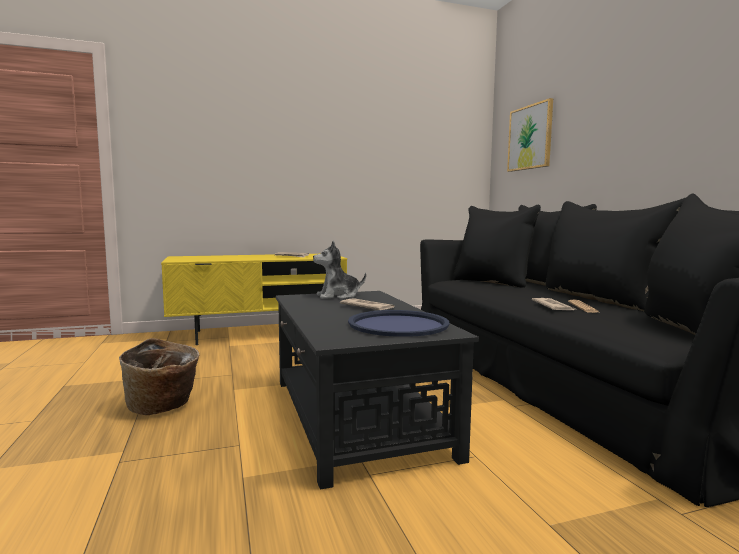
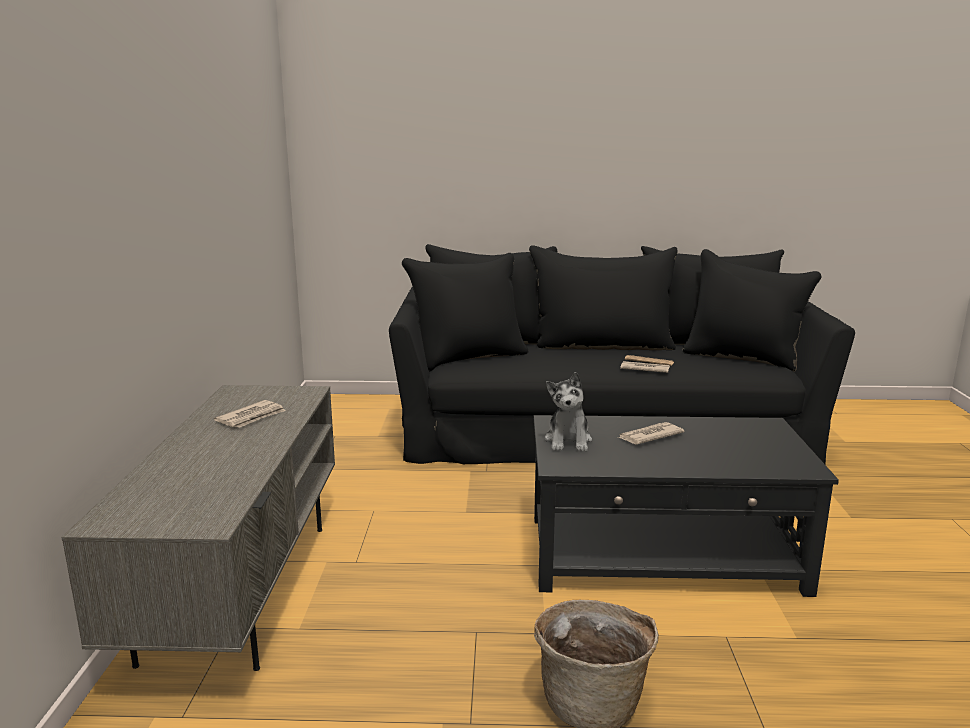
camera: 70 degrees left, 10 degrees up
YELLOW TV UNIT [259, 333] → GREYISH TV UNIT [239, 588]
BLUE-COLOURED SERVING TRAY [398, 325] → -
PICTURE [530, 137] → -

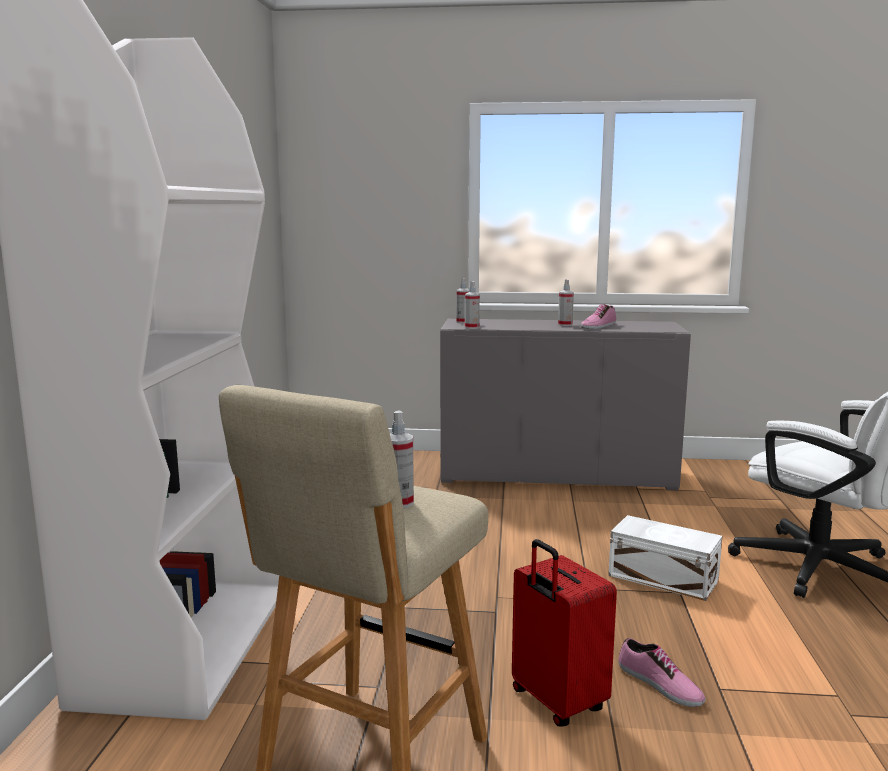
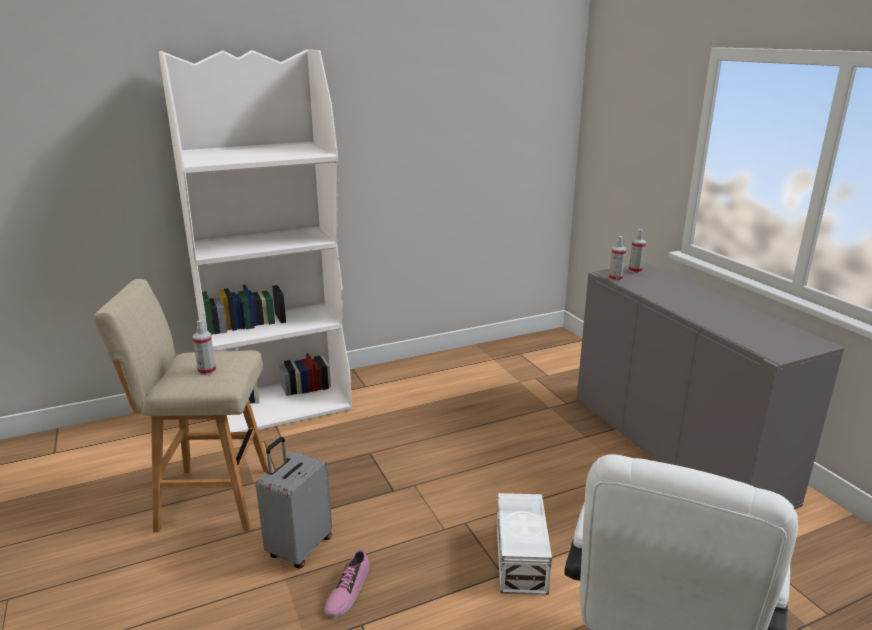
camera: 60 degrees right, 10 degrees up
RED-COLOURED PIECE OF LUGGAGE [556, 702] → GREYISH PIECE OF LUGGAGE [299, 547]
HAND SPRAYER [565, 325] → -
ITEM OF FOOTWEAR [598, 326] → -

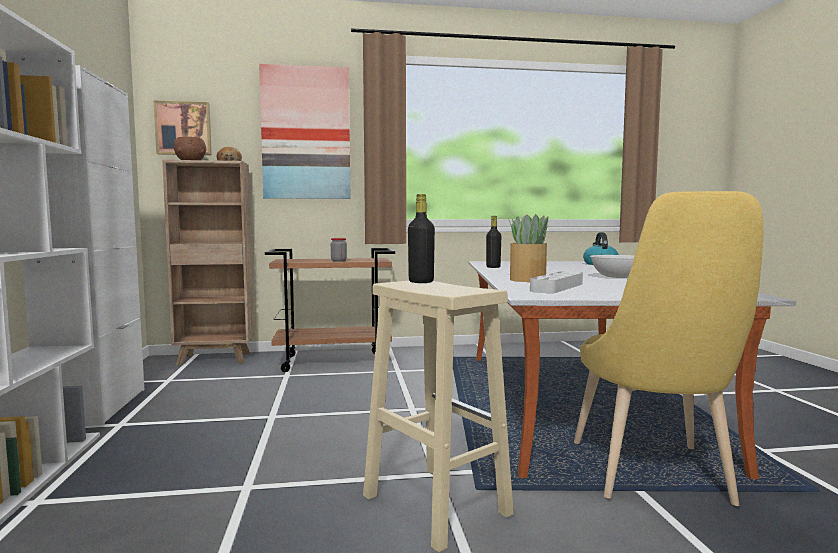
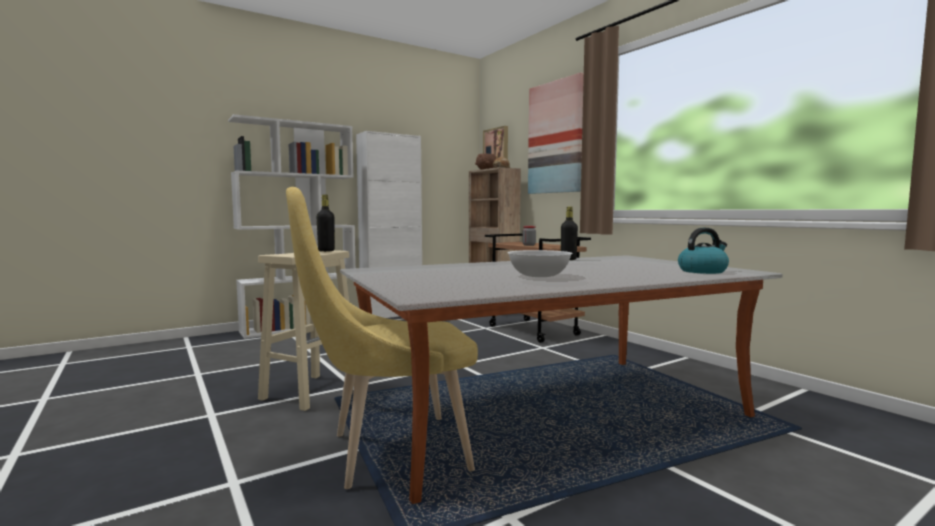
camera: 65 degrees right, 0 degrees up
PLANT IN A POT [528, 279] → -
GREYISH SERVING TRAY [557, 287] → -

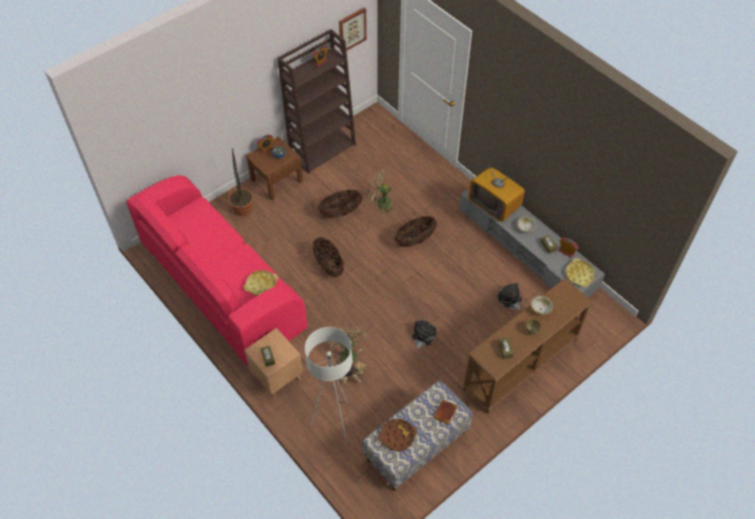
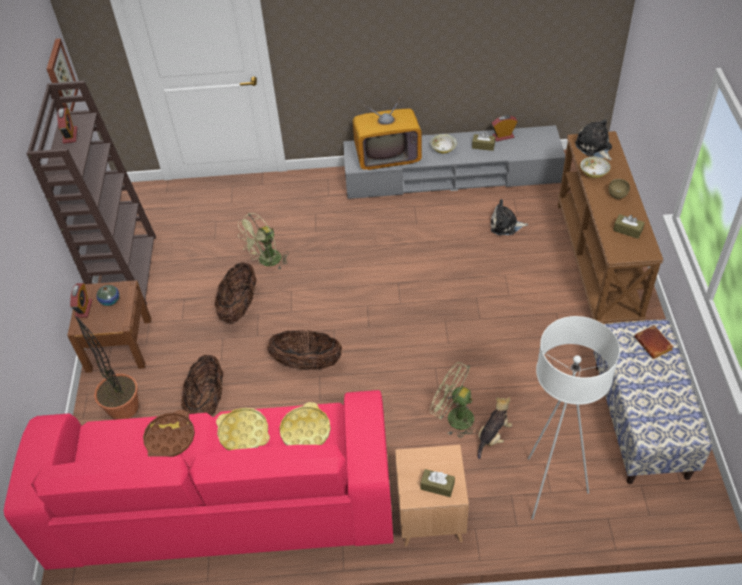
camera: 50 degrees left, 5 degrees down
BROWN-COLOURED SERVING TRAY [397, 436] → BROWN-COLOURED SERVING TRAY [170, 438], shifted
STORAGE BASKET [415, 240] → STORAGE BASKET [207, 403], shifted
YELLOW SERVING TRAY [579, 274] → YELLOW SERVING TRAY [243, 433], shifted
SOFT TOY [423, 336] → SOFT TOY [594, 147], shifted

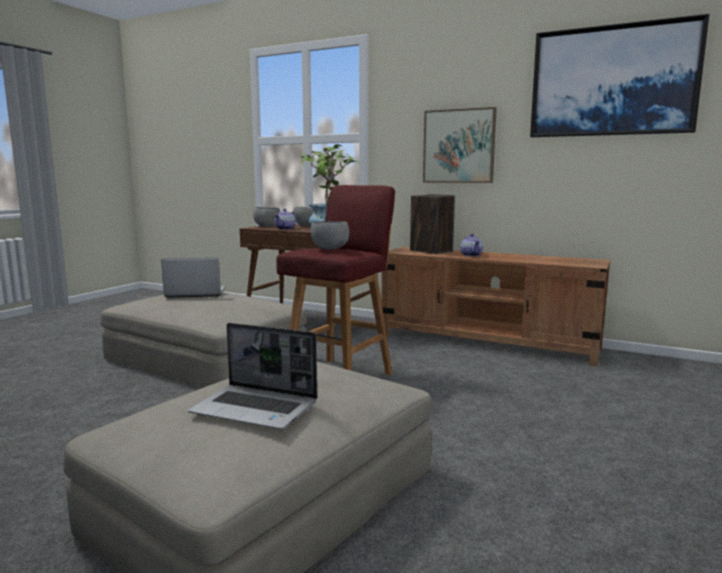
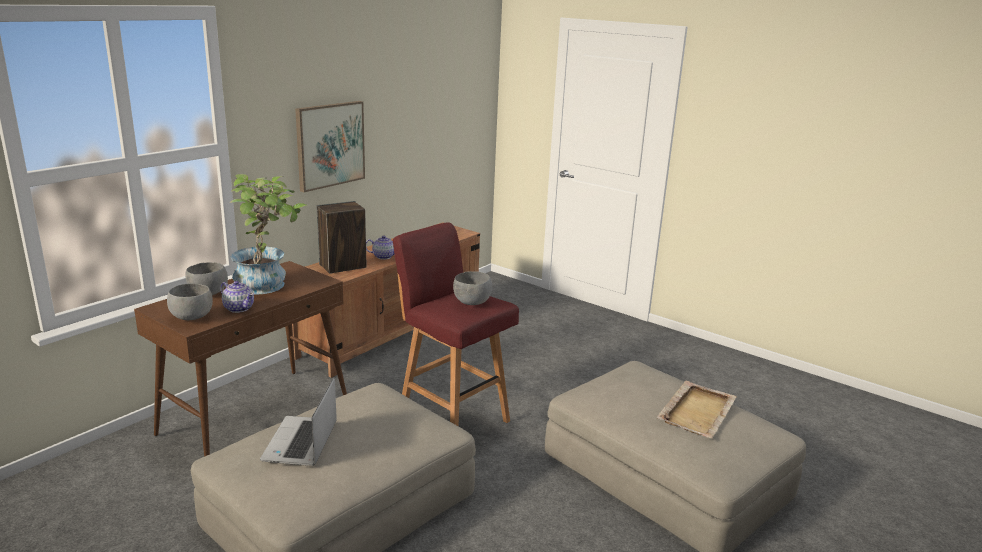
camera: 80 degrees left, 10 degrees up
PORTABLE COMPUTER [256, 409] → BEIGE-COLOURED SERVING TRAY [697, 411]
PICTURE [612, 81] → -

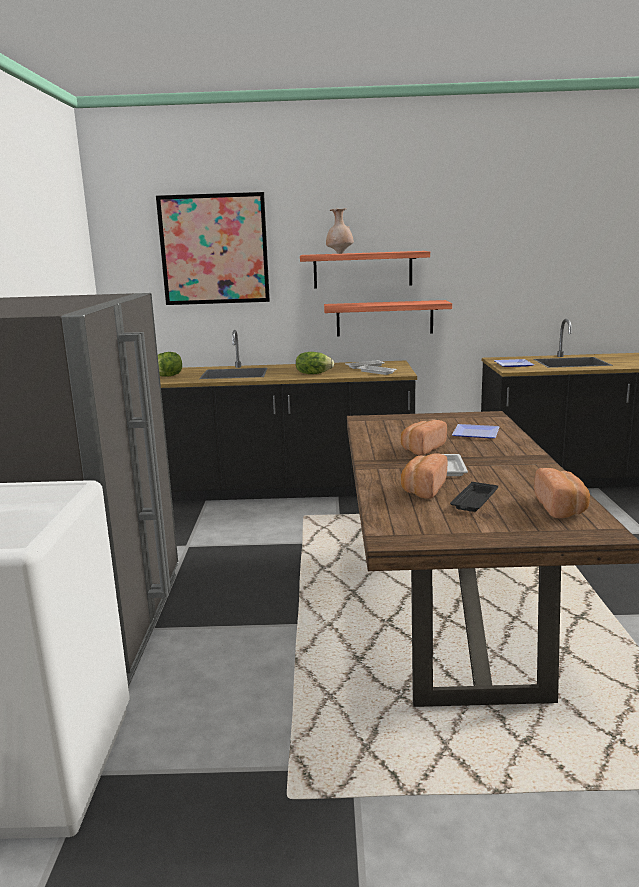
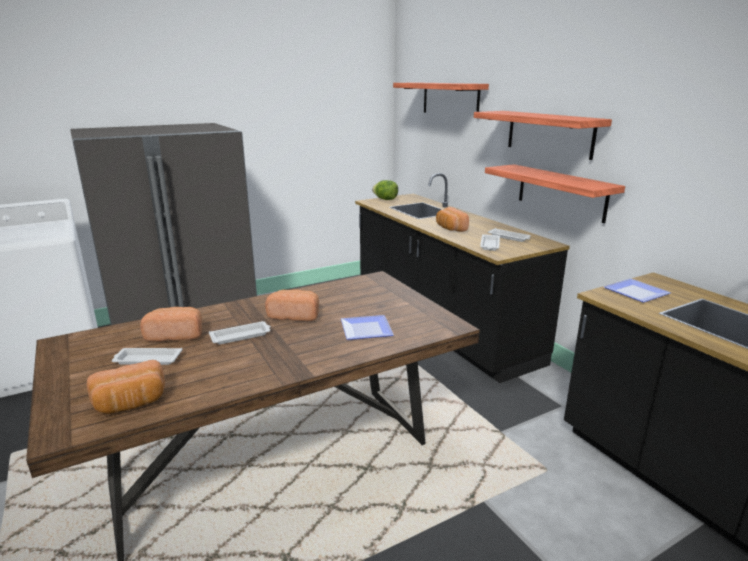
camera: 60 degrees right, 5 degrees up
BLACK SERVING TRAY [474, 501] → WHITISH SERVING TRAY [147, 360]
PICTURE [214, 249] → SHELF [450, 99]
HEAD OF LETTUCE [313, 374] → BREAD [450, 228]
BEIGE-COLOURED FLOWER VASE [339, 253] → -

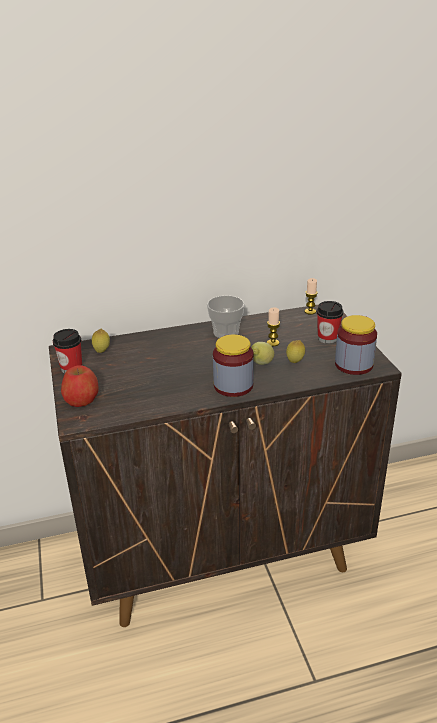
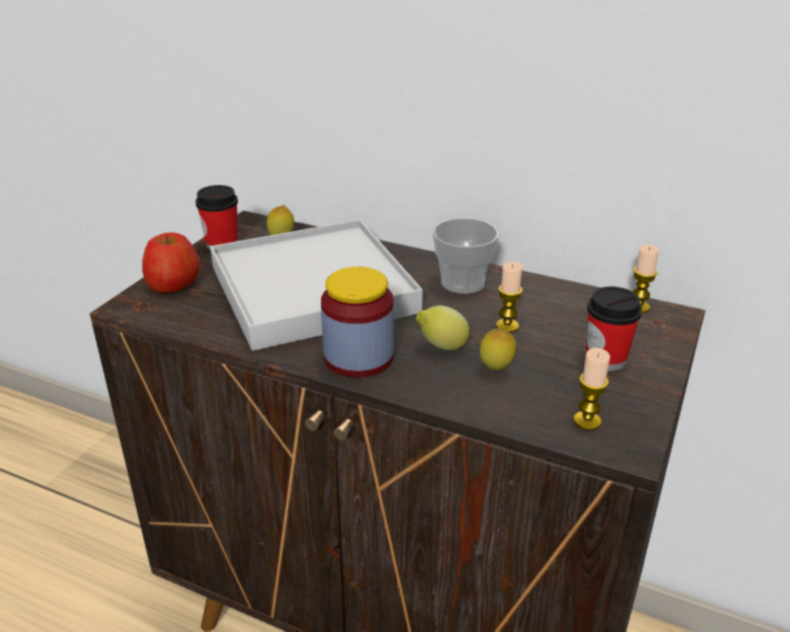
camera: 40 degrees right, 0 degrees up
- → WHITISH SERVING TRAY [313, 289]
PRESERVE JAR [353, 364] → CANDLE [587, 421]

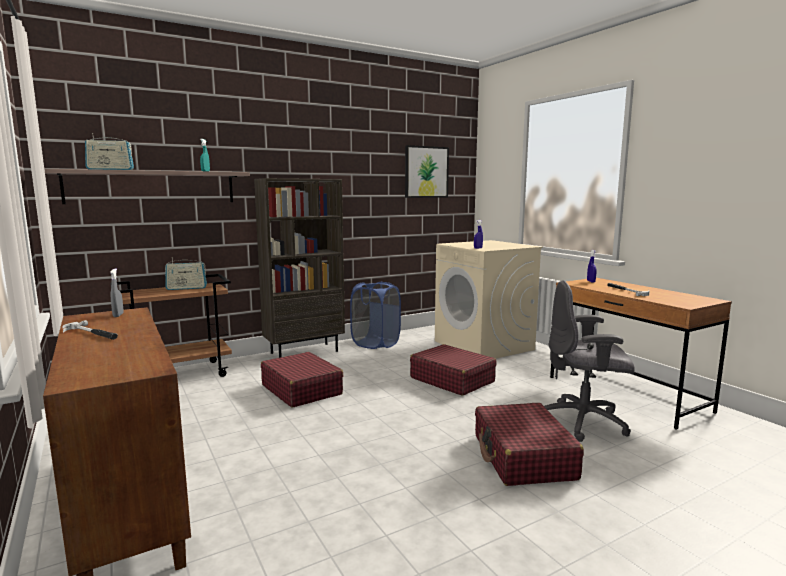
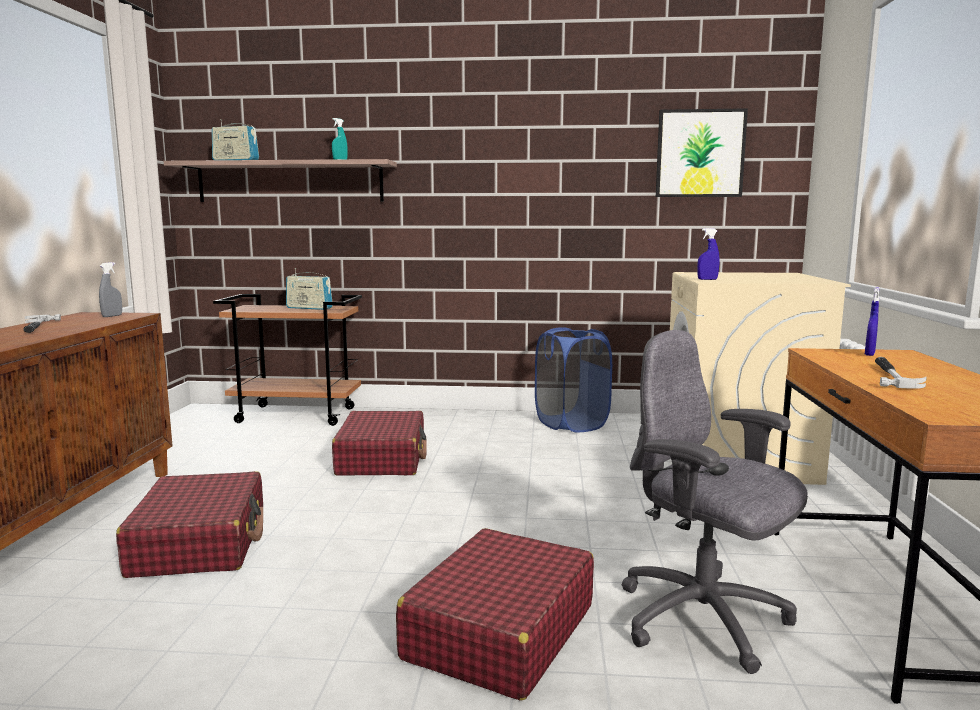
camera: 35 degrees right, 0 degrees up
RED-COLOURED PIECE OF LUGGAGE [452, 380] → RED-COLOURED PIECE OF LUGGAGE [200, 543], shifted
BROWN-COLOURED SHELVING UNIT [304, 352] → -

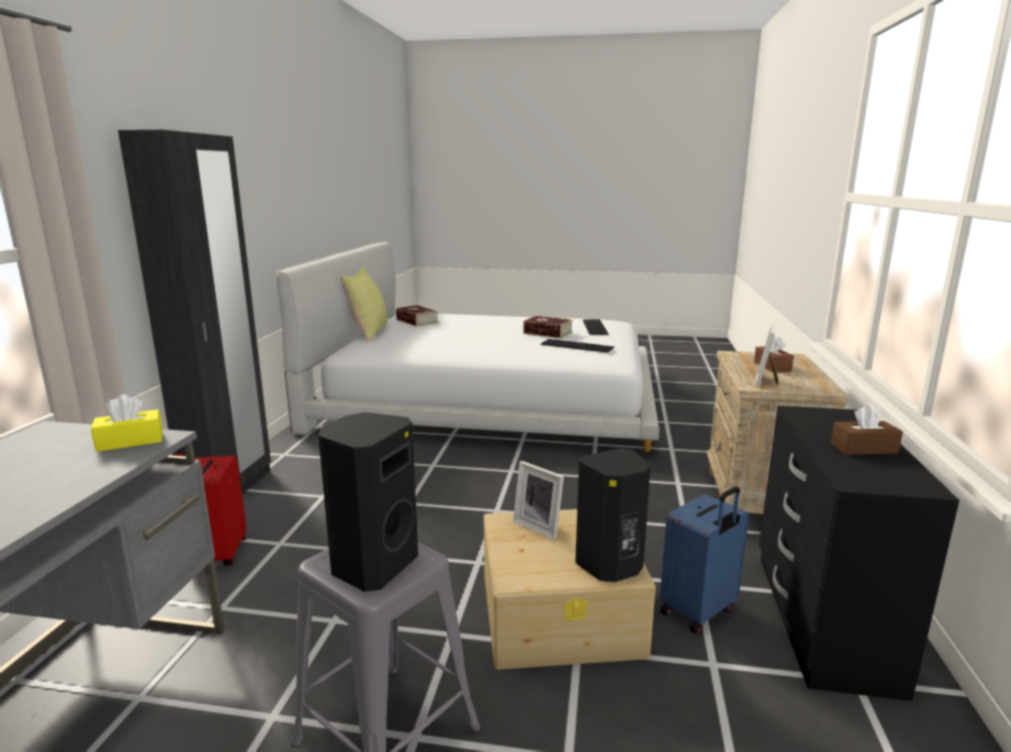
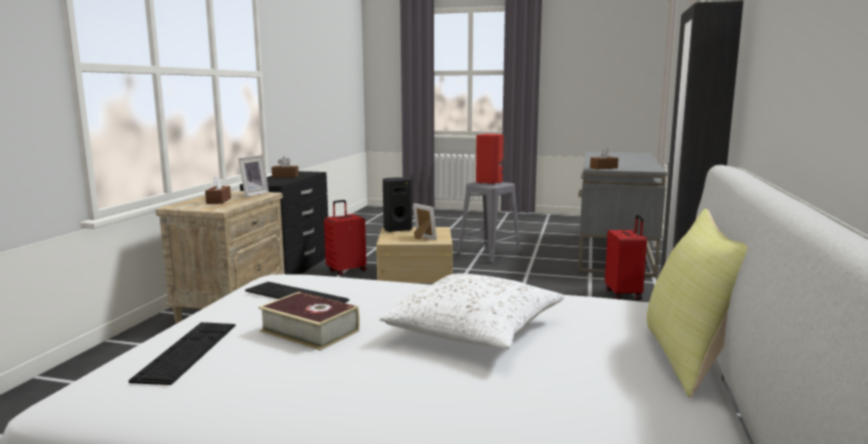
camera: 175 degrees left, 5 degrees down
BLUE-COLOURED PIECE OF LUGGAGE [699, 611] → RED-COLOURED PIECE OF LUGGAGE [346, 271]
- → WHITISH CUSHION [475, 331]
BLACK SPEAKER [372, 566] → RED-COLOURED SPEAKER [490, 182]
YELLOW BOX OF TISSUES [130, 441] → BROWN-COLOURED BOX OF TISSUES [603, 168]
BOOK [417, 321] → -

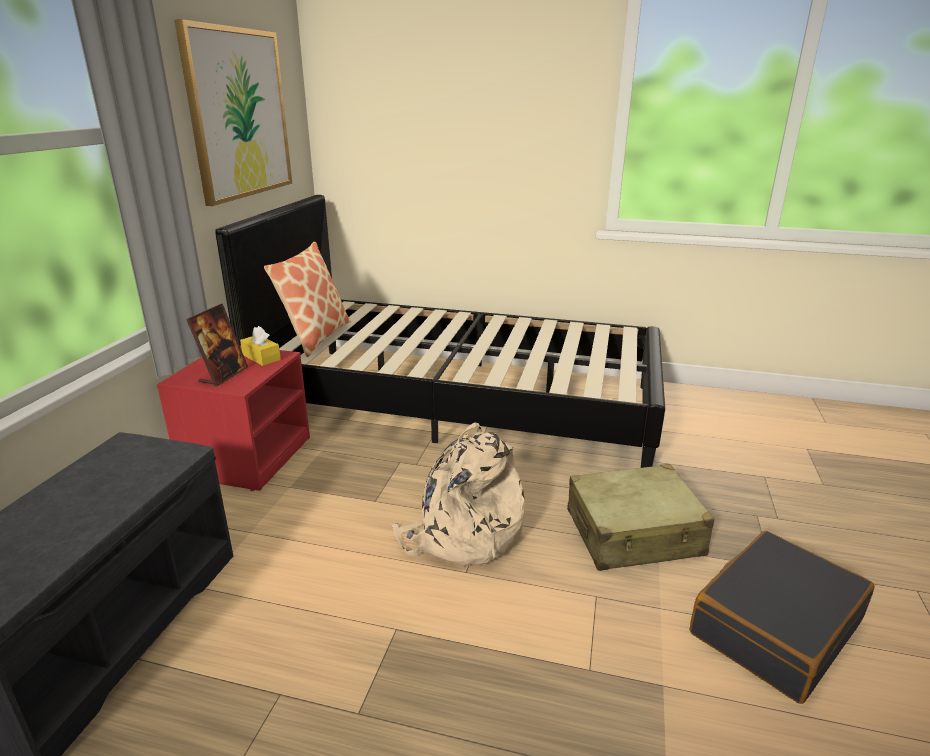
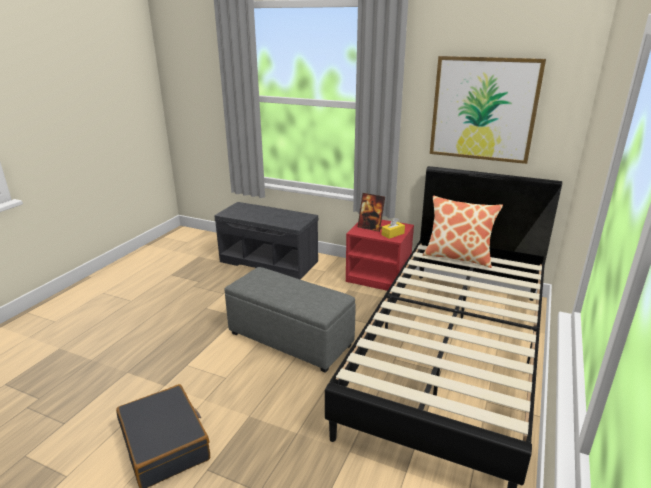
camera: 100 degrees right, 0 degrees up
BEIGE-COLOURED RUCKSACK [462, 534] → GREYISH OTTOMAN [291, 339]
BEIGE-COLOURED PIECE OF LUGGAGE [634, 533] → -

